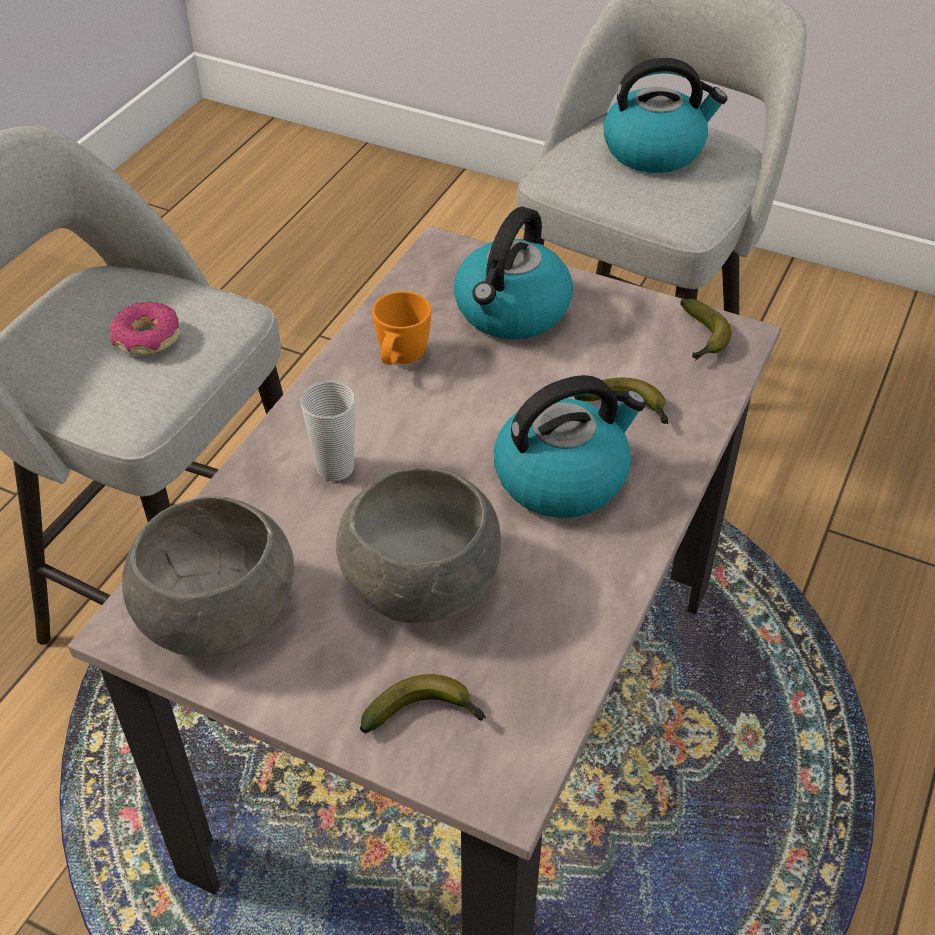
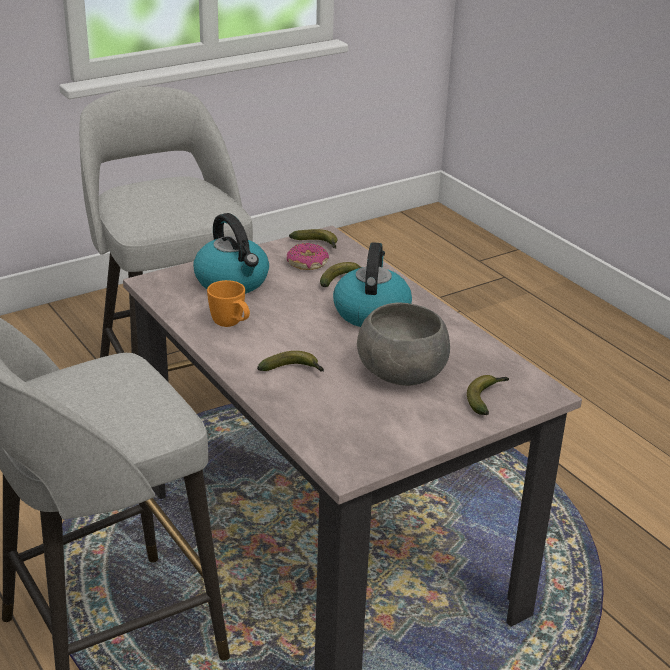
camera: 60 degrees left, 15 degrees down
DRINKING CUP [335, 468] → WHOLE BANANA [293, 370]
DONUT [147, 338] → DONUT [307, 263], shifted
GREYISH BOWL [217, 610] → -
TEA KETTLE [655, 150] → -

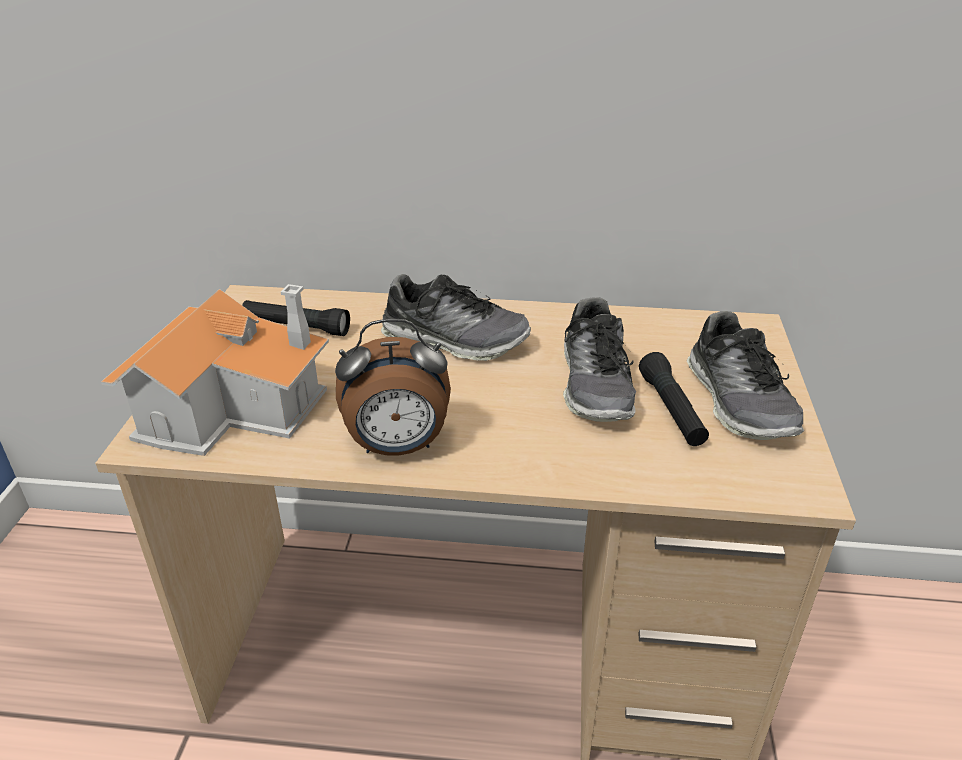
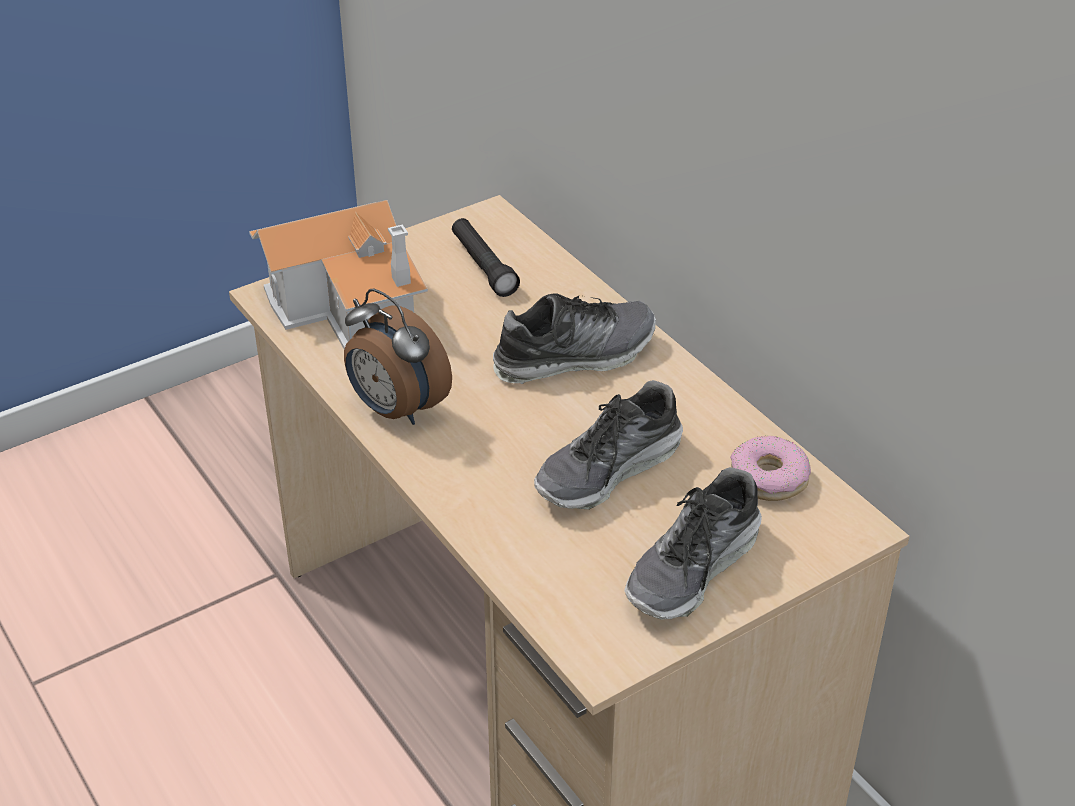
camera: 50 degrees right, 5 degrees up
ITEM OF FOOTWEAR [454, 340] → ITEM OF FOOTWEAR [575, 356], 90 degrees counterclockwise
- → DONUT [769, 478]
BLACK HAND TORCH [671, 410] → -

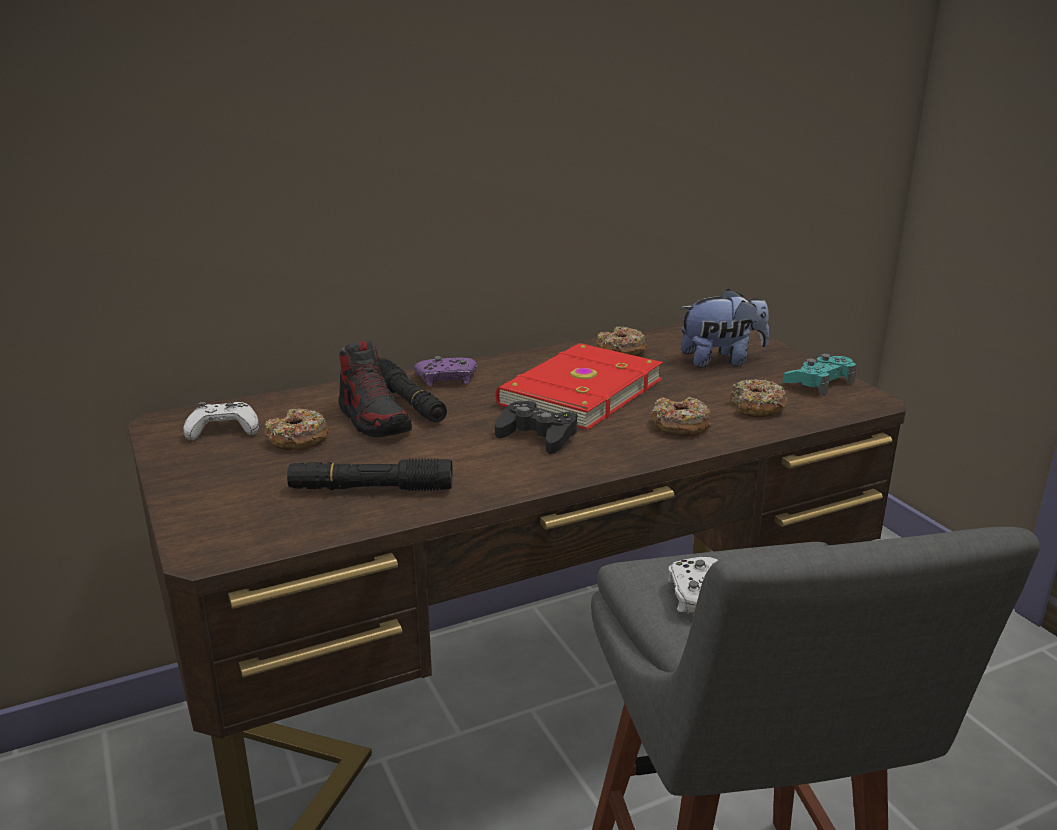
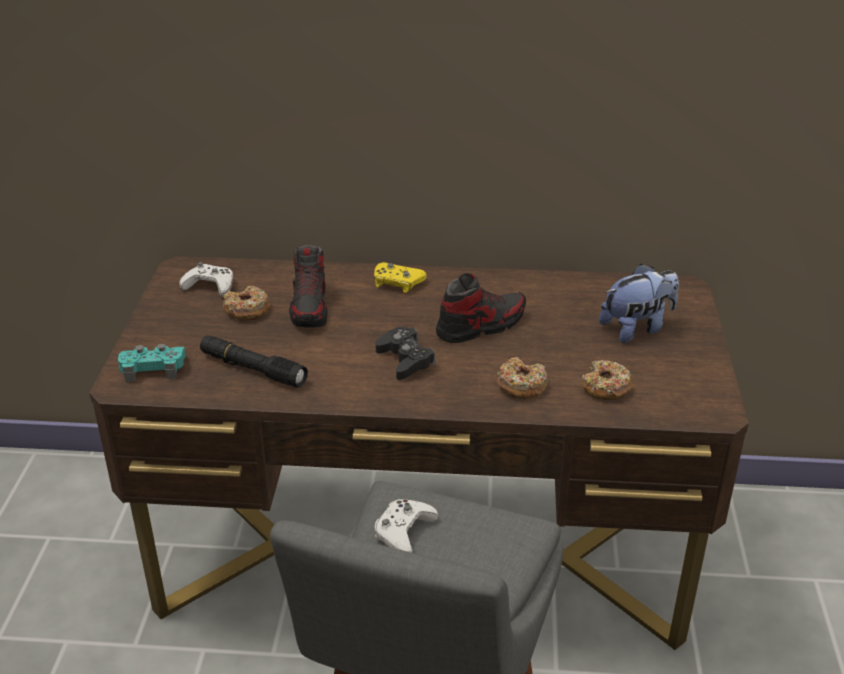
camera: 30 degrees right, 10 degrees up
TURQUOISE JOYPAD [819, 382] → TURQUOISE JOYPAD [153, 368], shifted
PURPLE JOYPAD [446, 379] → YELLOW JOYPAD [397, 283]
RED-COLOURED BOOK [578, 392] → ITEM OF FOOTWEAR [481, 326]
SOFT TOY [721, 360] → SOFT TOY [637, 328], 45 degrees counterclockwise
BLACK HAND TORCH [408, 402] → -
DONUT [621, 351] → -

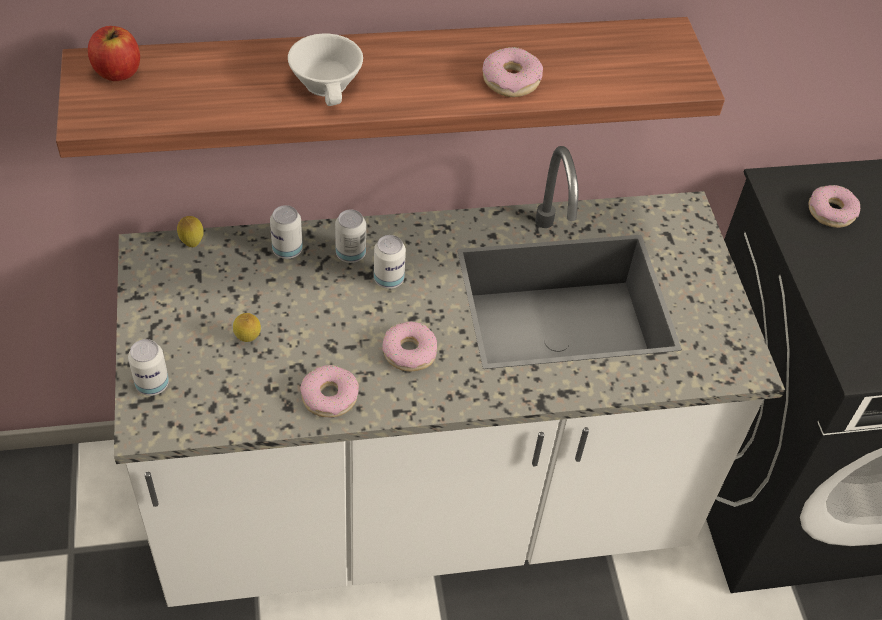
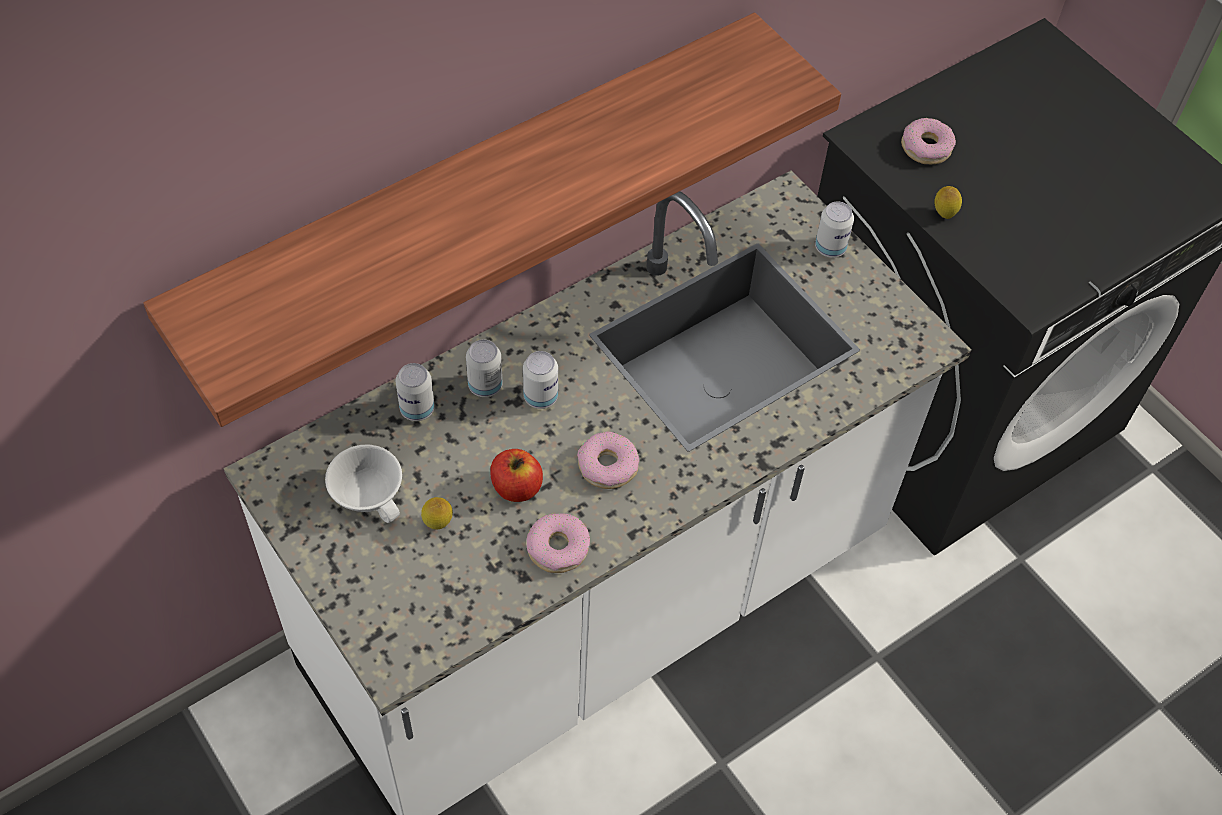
camera: 25 degrees left, 5 degrees up
WHITISH DRINKING CUP [329, 83] → WHITISH DRINKING CUP [371, 493], shifted
APPLE FRUIT [117, 72] → APPLE FRUIT [516, 487], shifted
METAL CAN [152, 384] → METAL CAN [830, 248], shifted
CITRUS FRUIT [192, 243] → CITRUS FRUIT [943, 214], shifted
DONUT [511, 80] → -

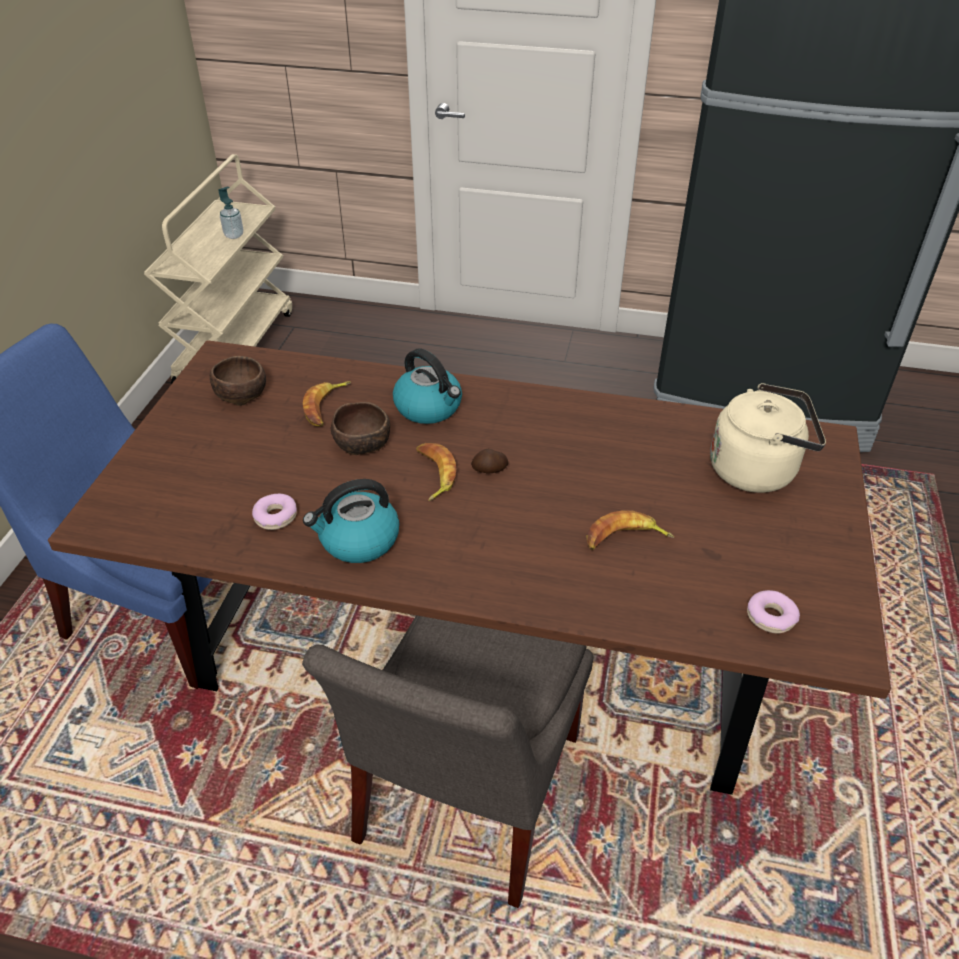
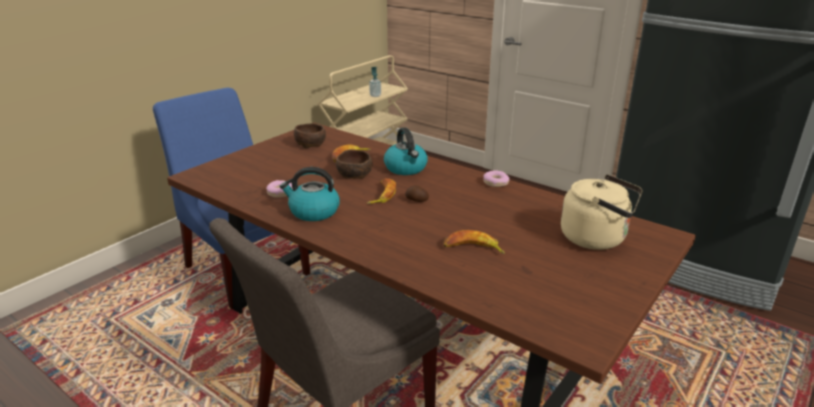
camera: 25 degrees right, 15 degrees down
DONUT [771, 617] → DONUT [495, 183], shifted

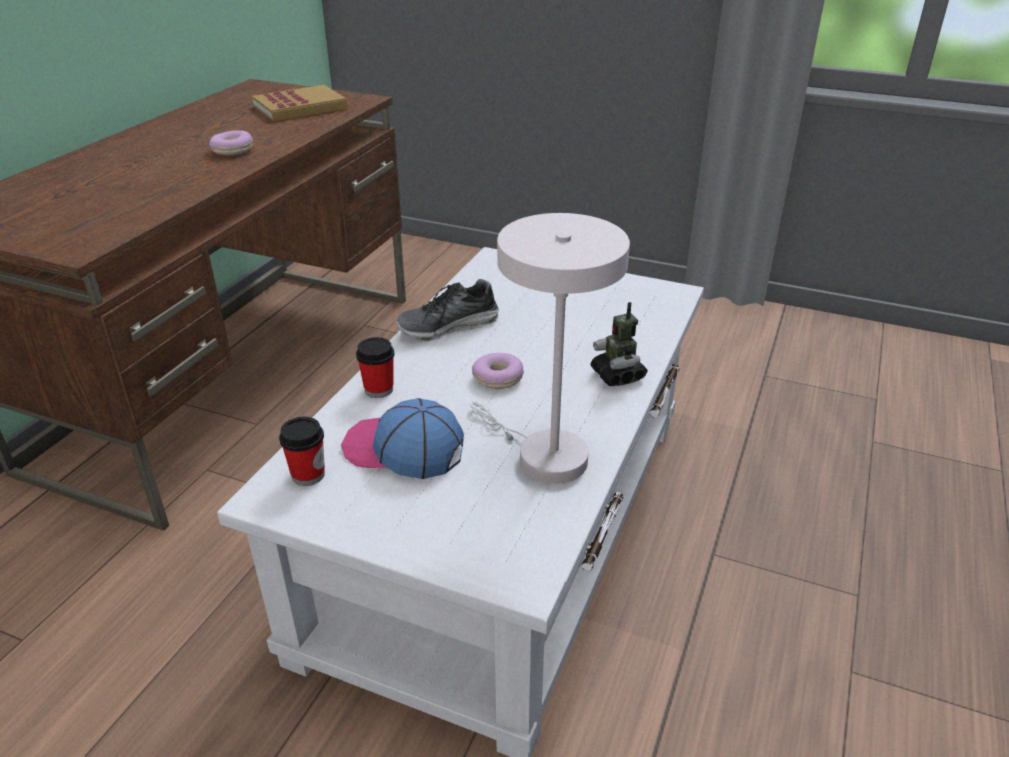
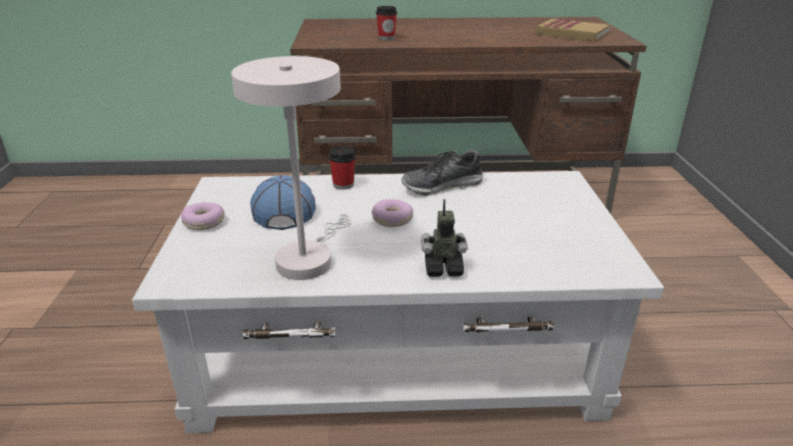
camera: 65 degrees right, 5 degrees down
DONUT [233, 150] → DONUT [204, 222], shifted
DRINKING CUP [308, 475] → DRINKING CUP [386, 38], shifted
ITEM OF FOOTWEAR [448, 327] → ITEM OF FOOTWEAR [442, 186], 60 degrees counterclockwise
TOY ROBOT [618, 375] → TOY ROBOT [443, 268], 45 degrees clockwise

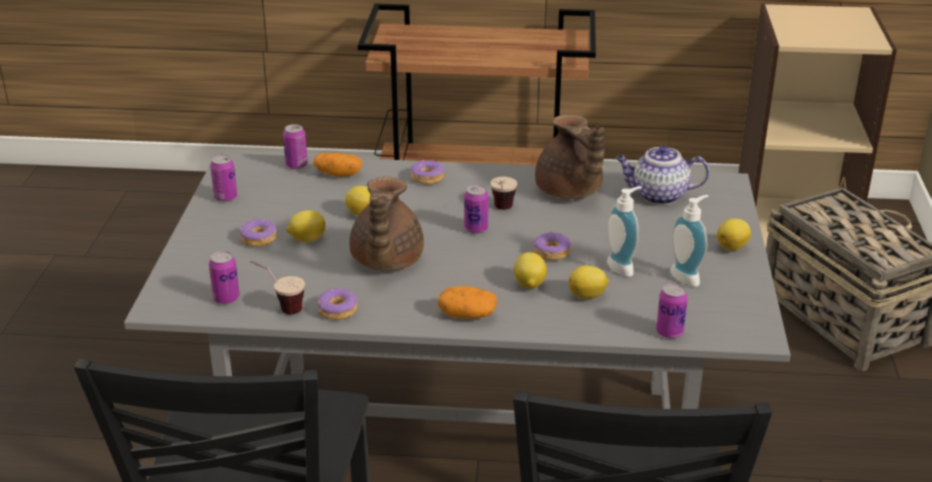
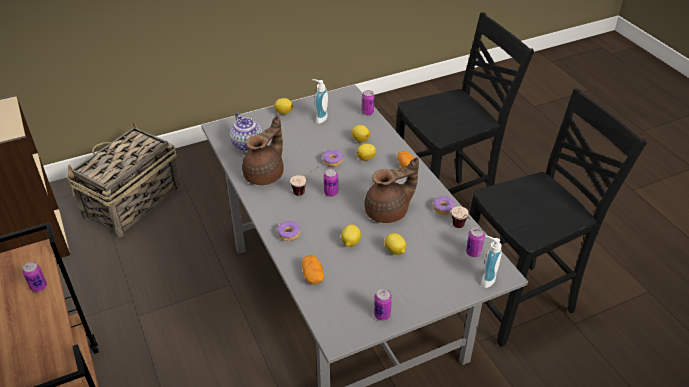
camera: 120 degrees left, 10 degrees up
METAL CAN [296, 165] → METAL CAN [39, 287], shifted
SOAP DISPENSER [623, 267] → SOAP DISPENSER [486, 278], shifted
DONUT [259, 239] → -

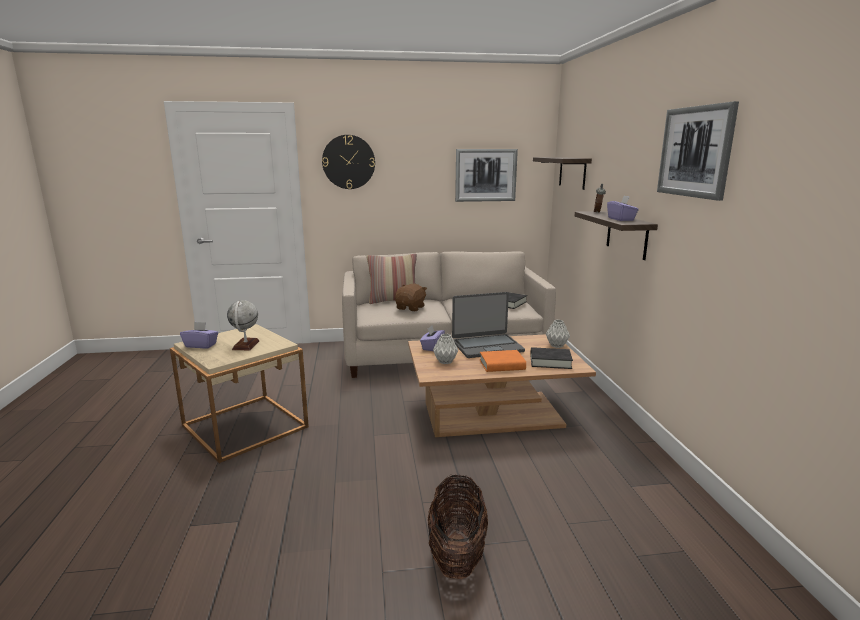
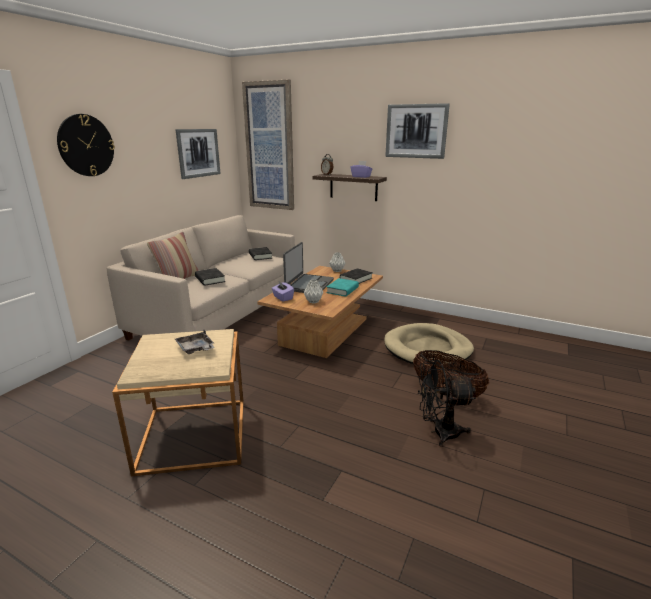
camera: 55 degrees left, 5 degrees up
GLOBE [246, 345] → GREYISH SERVING TRAY [196, 348]
BROWN-COLOURED SOFT TOY [411, 308] → BLACK BOOK [210, 279]
SHELF [572, 172] → PICTURE [270, 147]
ORANGEY BOOK [502, 365] → TURQUOISE BOOK [342, 290]
- → BEIGE-COLOURED PET BED [427, 349]
- → BLACK FAN [439, 432]
PURPLE BOX OF TISSUES [201, 345] → -

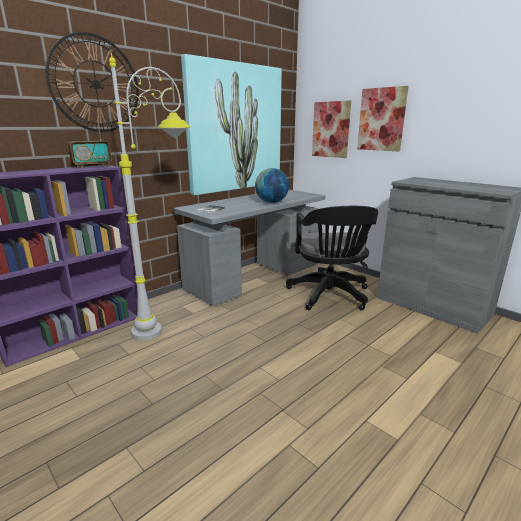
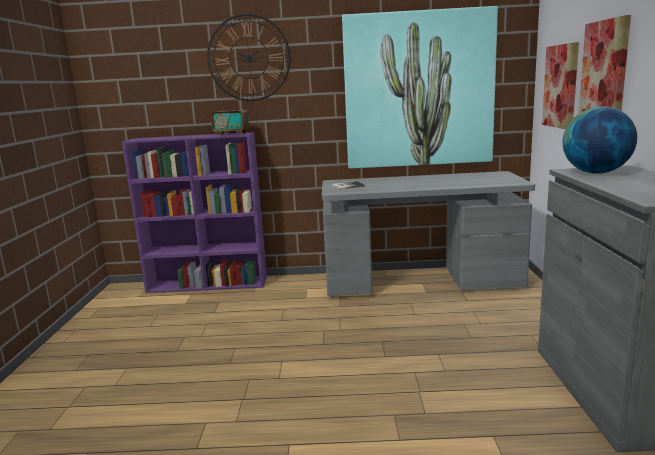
camera: 45 degrees right, 5 degrees down
GLOBE [271, 202] → GLOBE [595, 173], shifted
GREYISH STANDARD LAMP [169, 324] → -
BLACK DESK CHAIR [329, 296] → -

